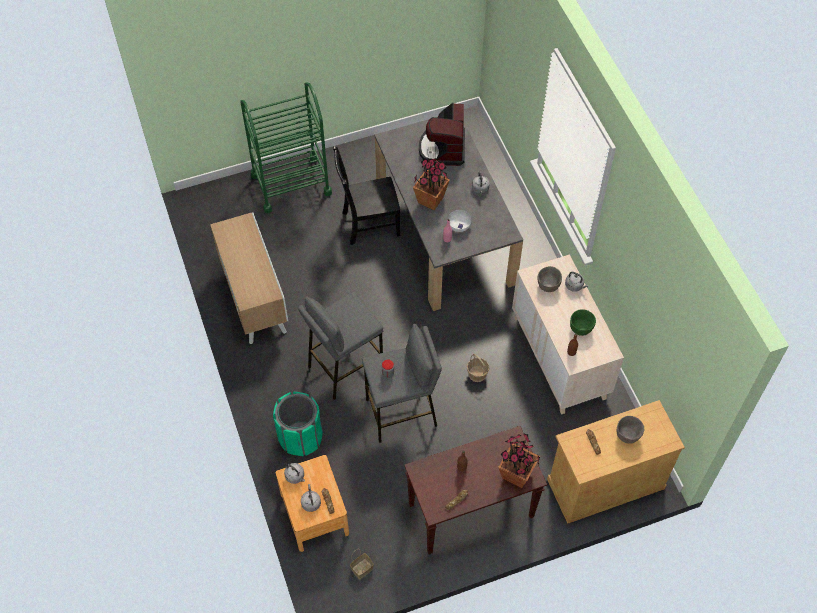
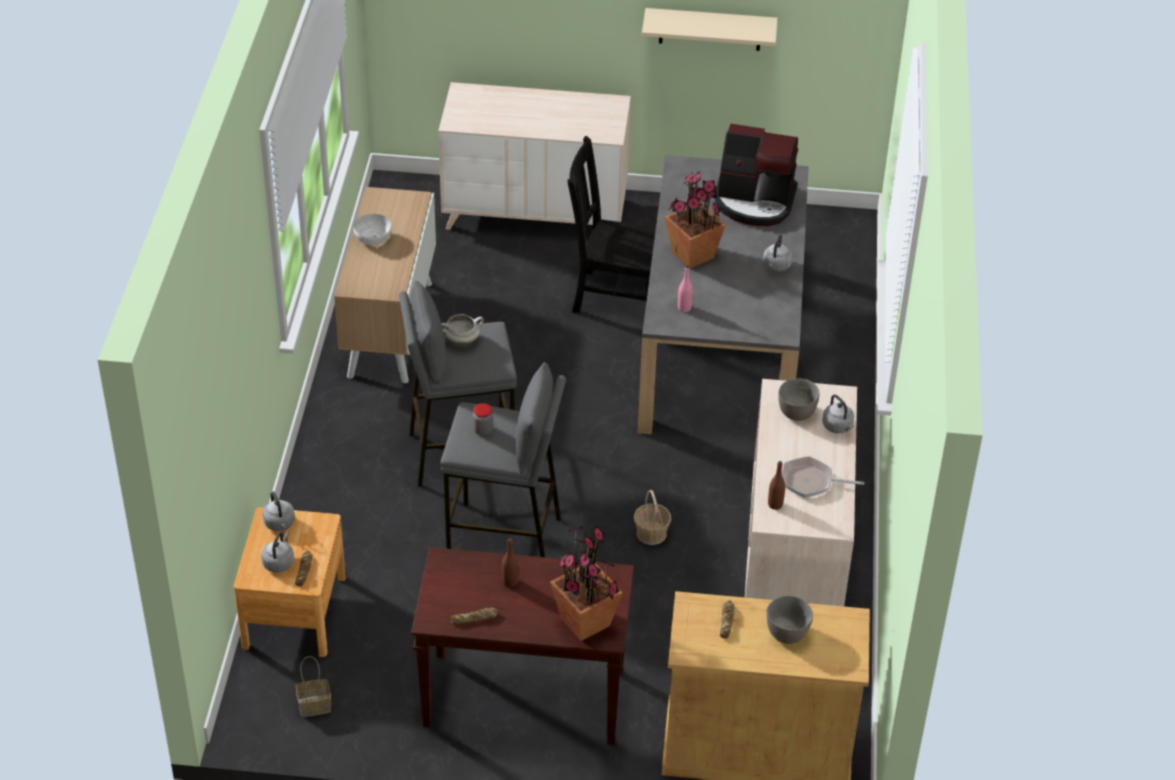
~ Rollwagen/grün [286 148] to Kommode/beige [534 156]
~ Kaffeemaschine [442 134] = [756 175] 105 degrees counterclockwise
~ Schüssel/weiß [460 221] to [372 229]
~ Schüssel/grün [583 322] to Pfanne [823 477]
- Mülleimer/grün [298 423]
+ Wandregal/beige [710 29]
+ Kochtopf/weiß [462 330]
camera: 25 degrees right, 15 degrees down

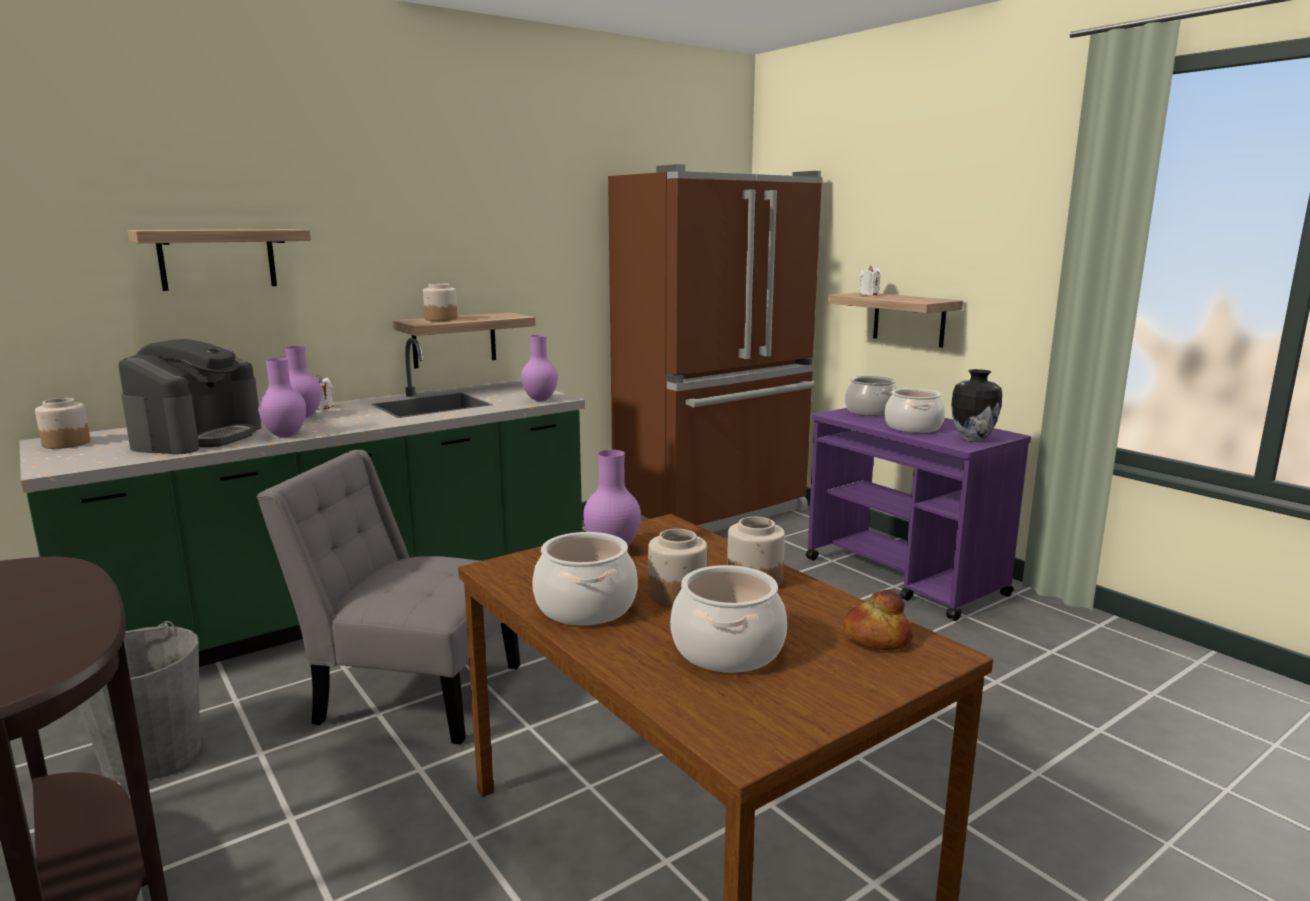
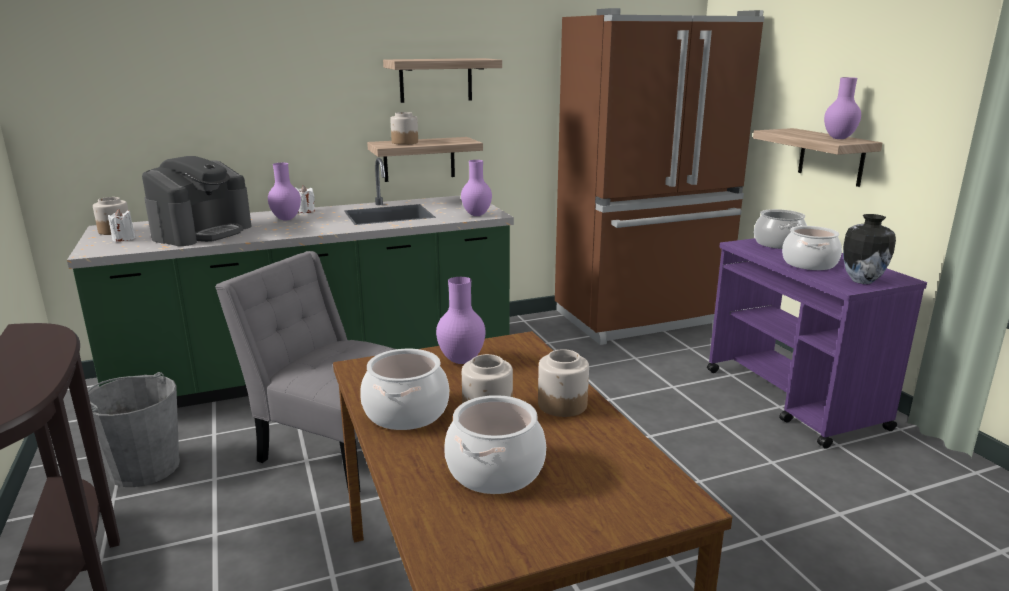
~ Wandregal [219 260] to [442 80]
~ Kerze/weiß [870 280] to [122 225]
~ Vase/lila [282 397] to [842 108]
- Brot [878 620]
camera: 15 degrees right, 5 degrees up

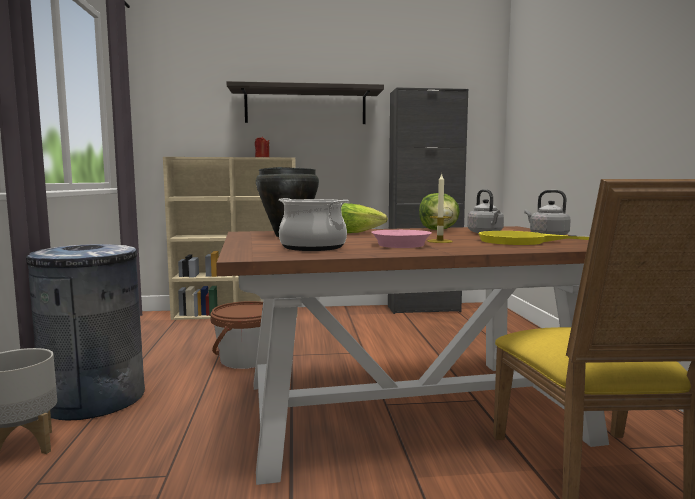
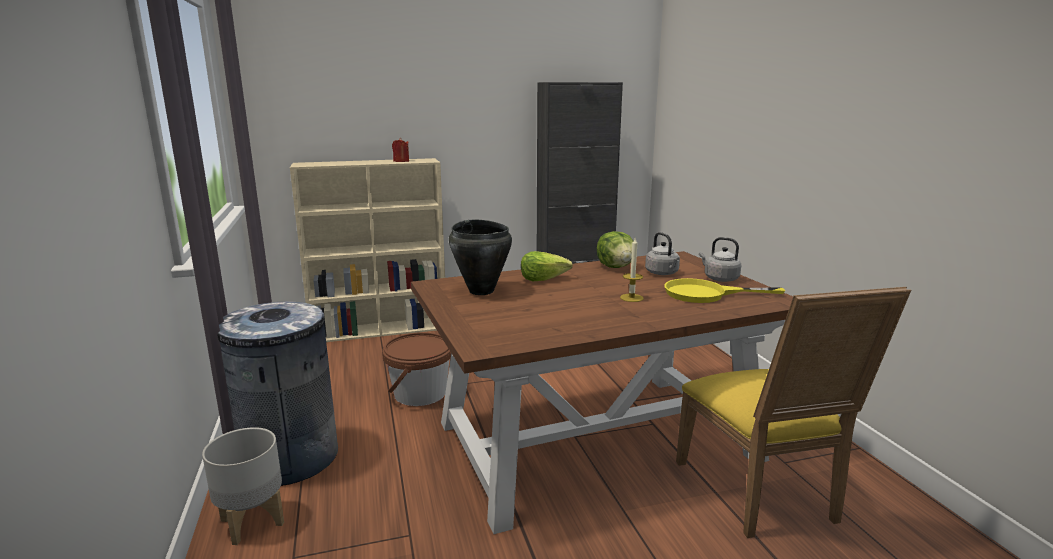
- Wandregal [305 102]
- Kochtopf [313 224]
- Pfanne/rosa [401 239]
camera: 10 degrees left, 10 degrees up

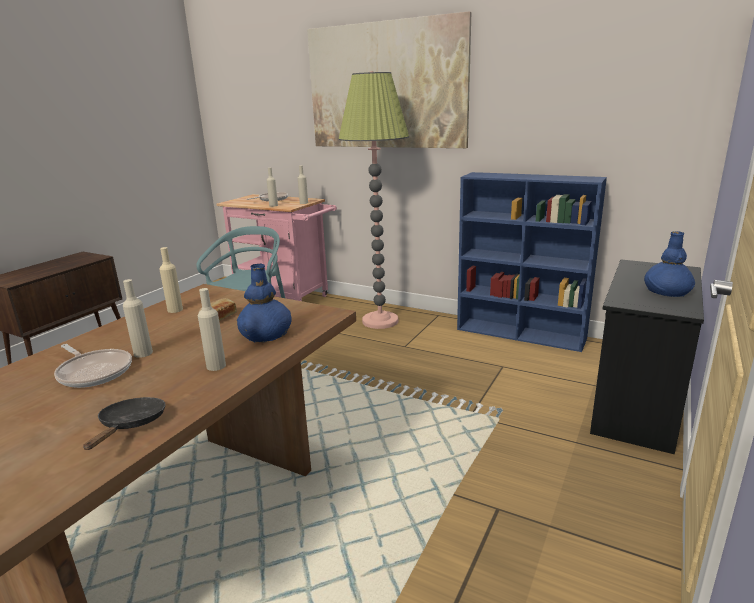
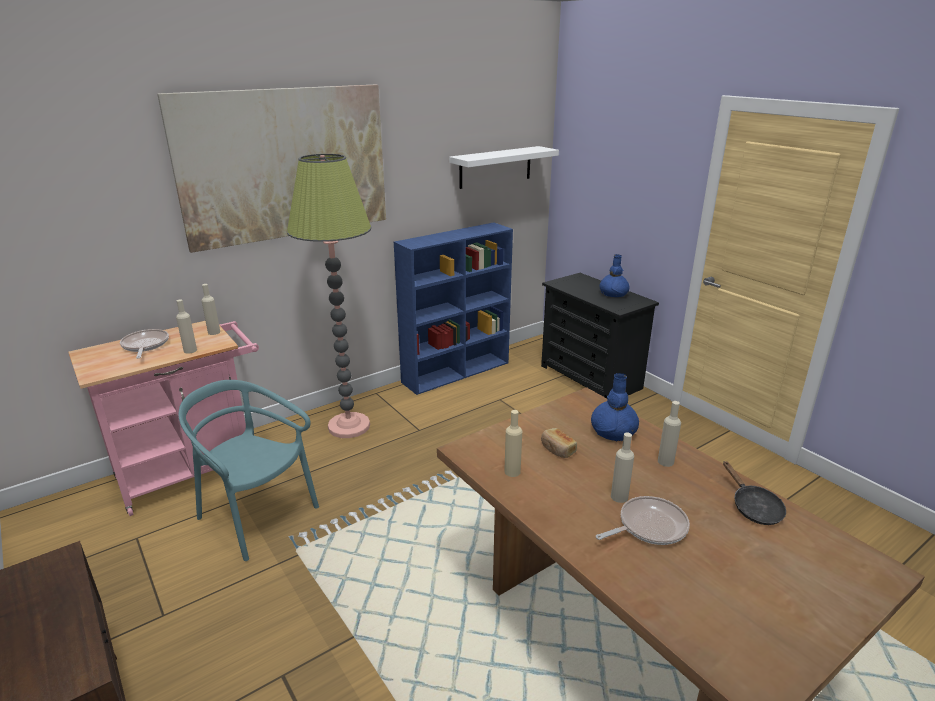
~ Pfanne/schwarz [124 423] = [754 493] 135 degrees counterclockwise
+ Wandregal/weiß [504 167]
camera: 65 degrees left, 5 degrees up

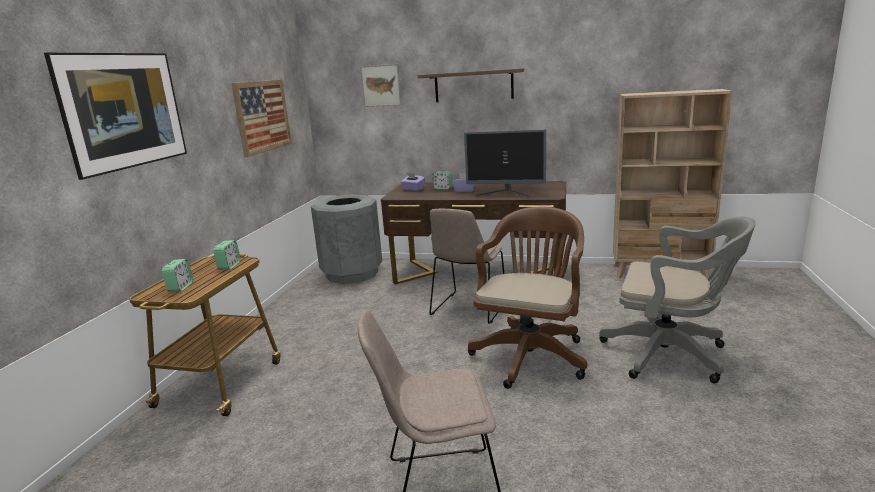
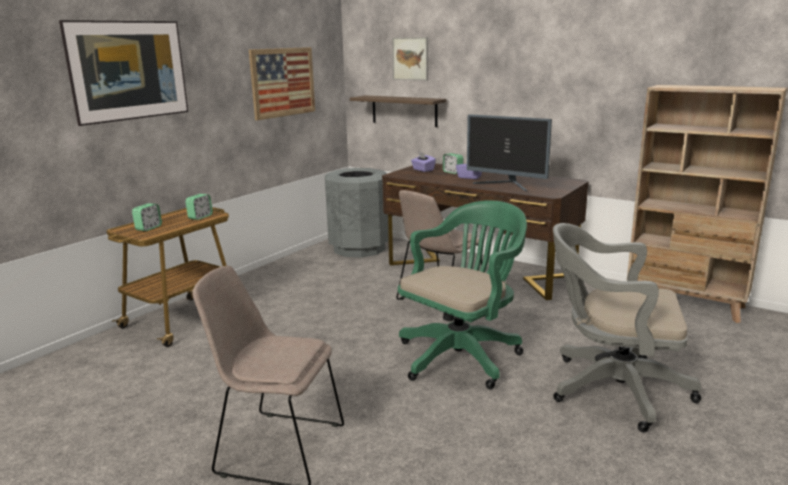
~ Wandregal [471 85] to [398 111]
~ Bürostuhl/braun [527 297] to Bürostuhl/grün [462 295]
~ Bürostuhl/grau [677 299] = [627 328] 150 degrees clockwise
camera: 20 degrees right, 0 degrees up

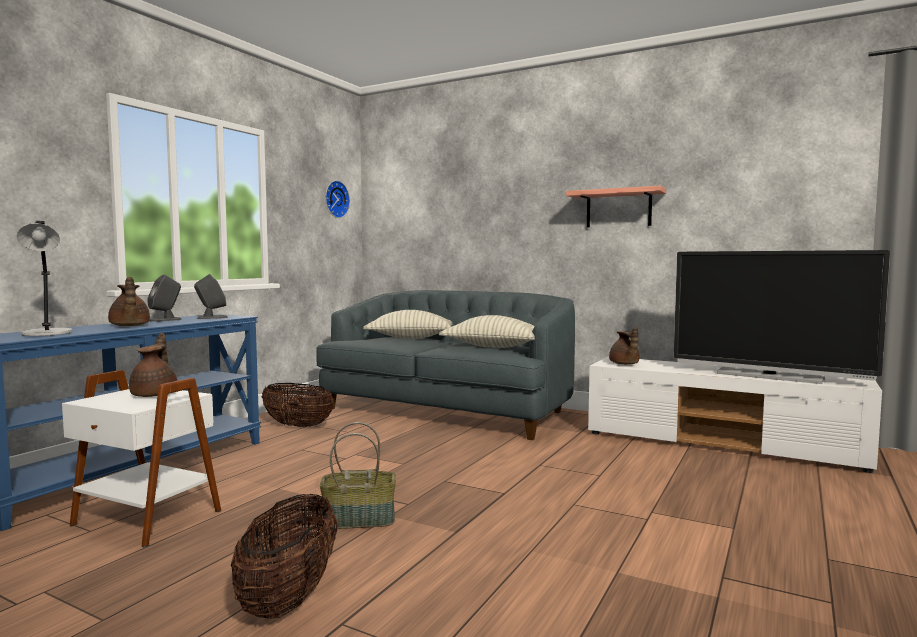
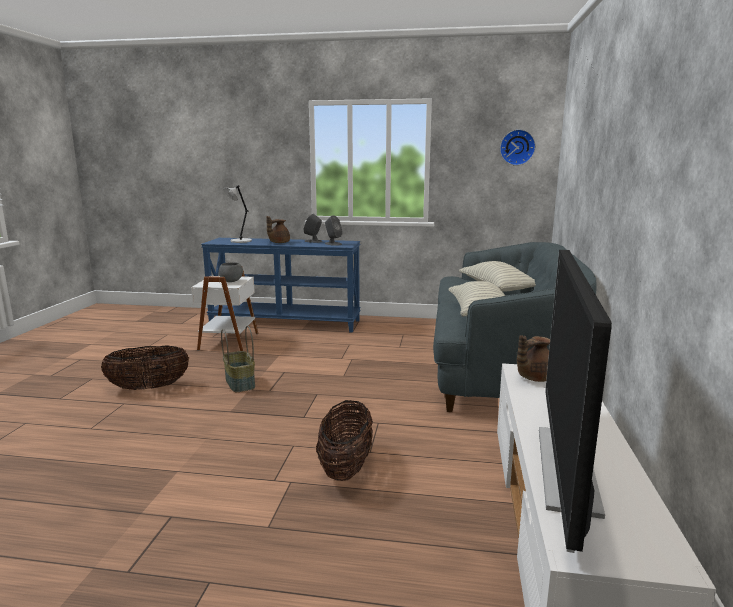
- Wandregal [616 206]
~ Teekanne/braun [153 365] to Schüssel/grau [231 272]
~ Korb [298 405] to [344 440]
camera: 70 degrees right, 10 degrees up

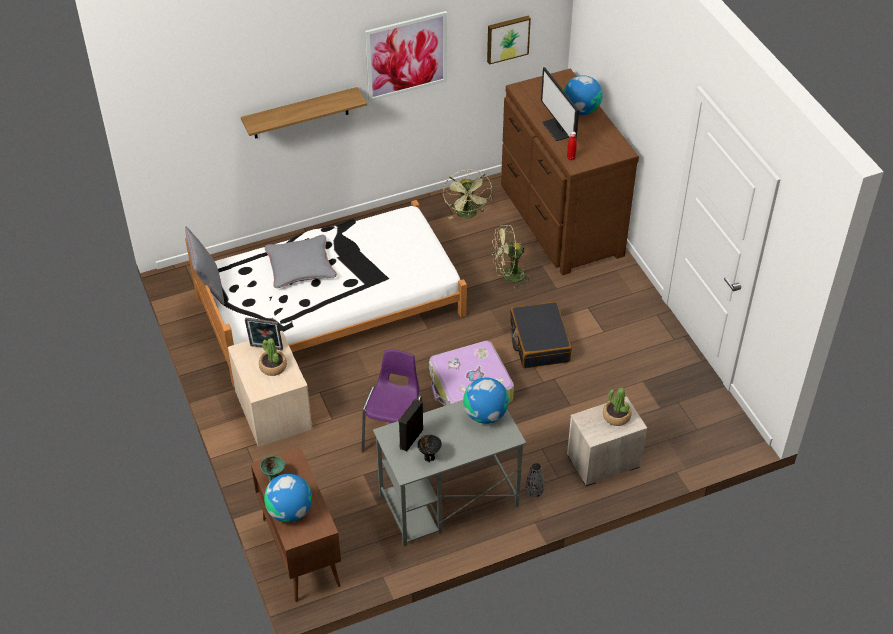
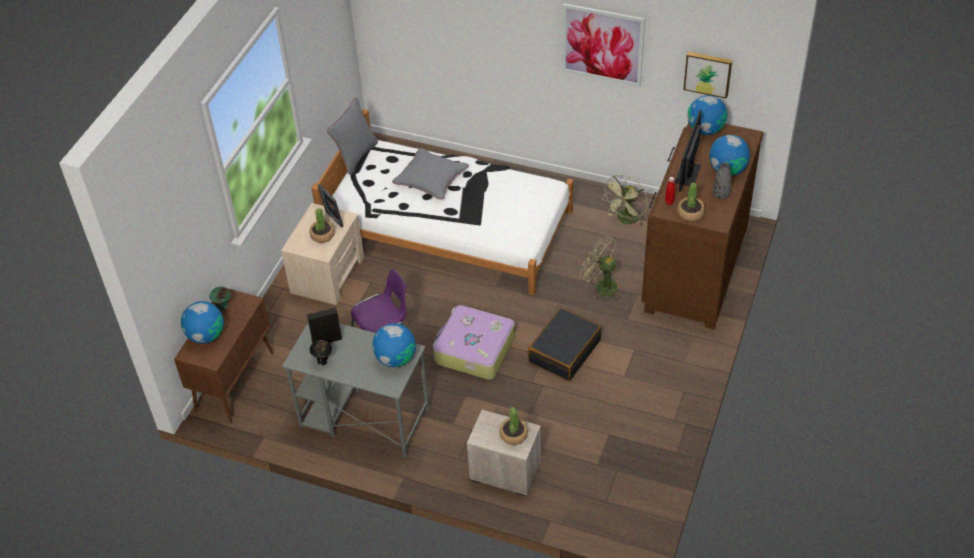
- Wandregal [304 113]
~ Vase/grau [535 480] to [722 180]
+ Globus [707 115]
+ Topfpflanze [691 202]
camera: 45 degrees right, 0 degrees up

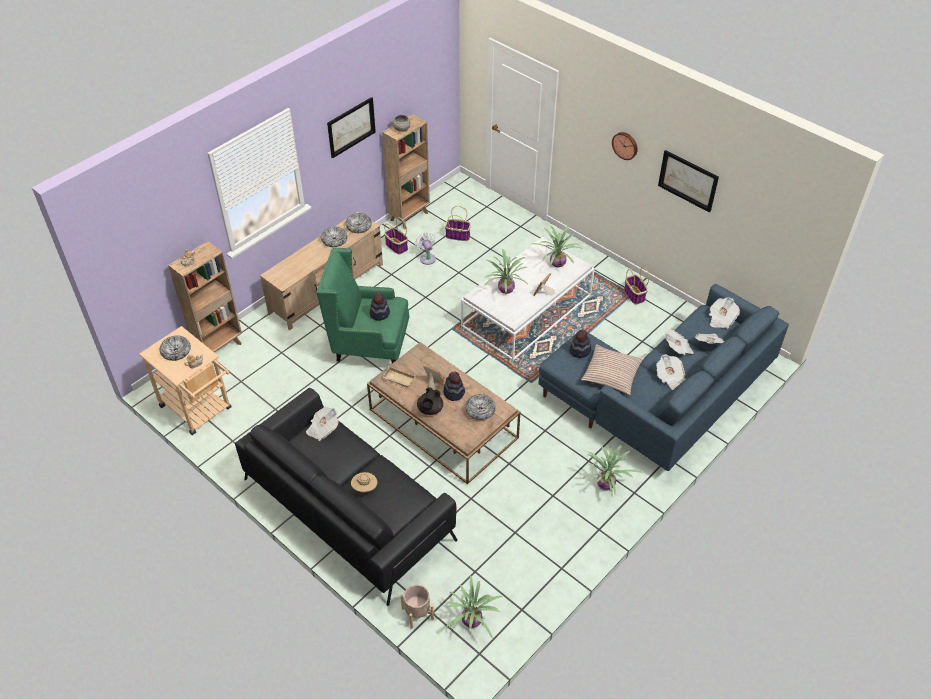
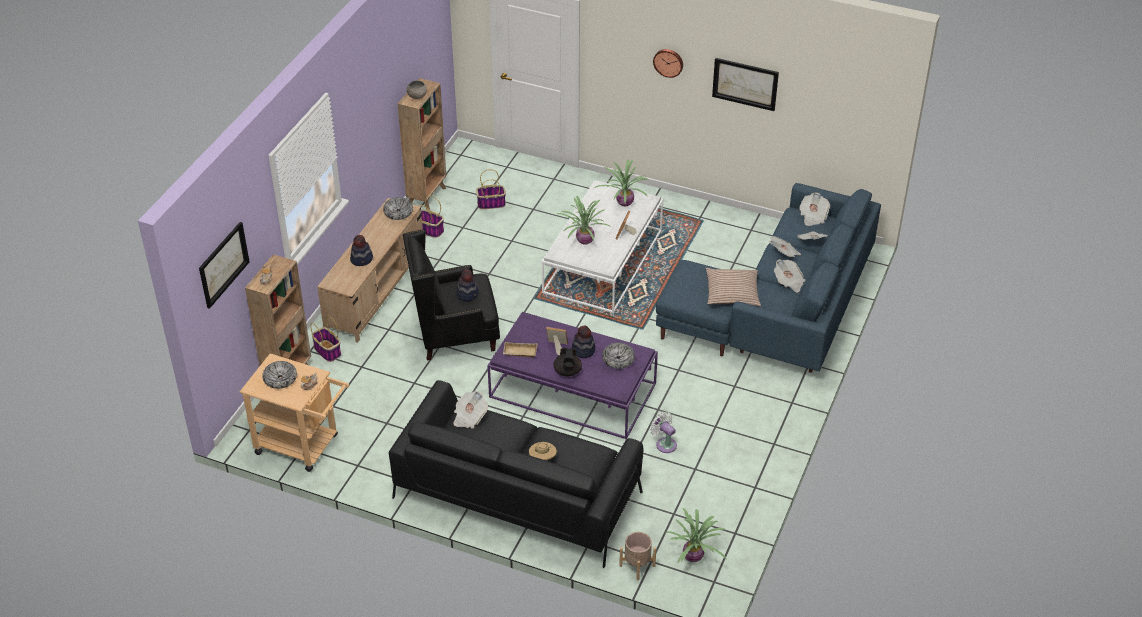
~ Bild [351 127] to [224 265]
- Schüssel [334 237]
~ Ventilator/weiß [425 248] to [663 432]
~ Sessel/grün [362 305] to Sessel/schwarz [451 295]
~ Korb [636 285] to [325 338]
~ Hut [580 344] to [361 250]
~ Couchtisch/braun [444 413] to Couchtisch/lila [572 375]
- Topfpflanze [613 471]
camera: 20 degrees left, 5 degrees down

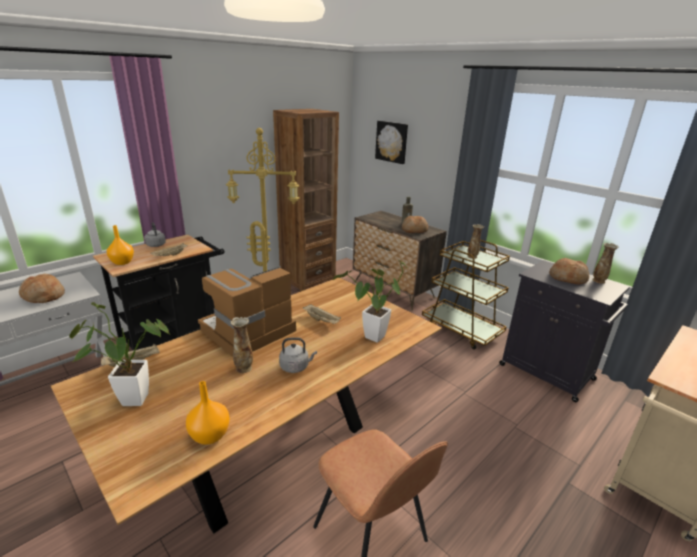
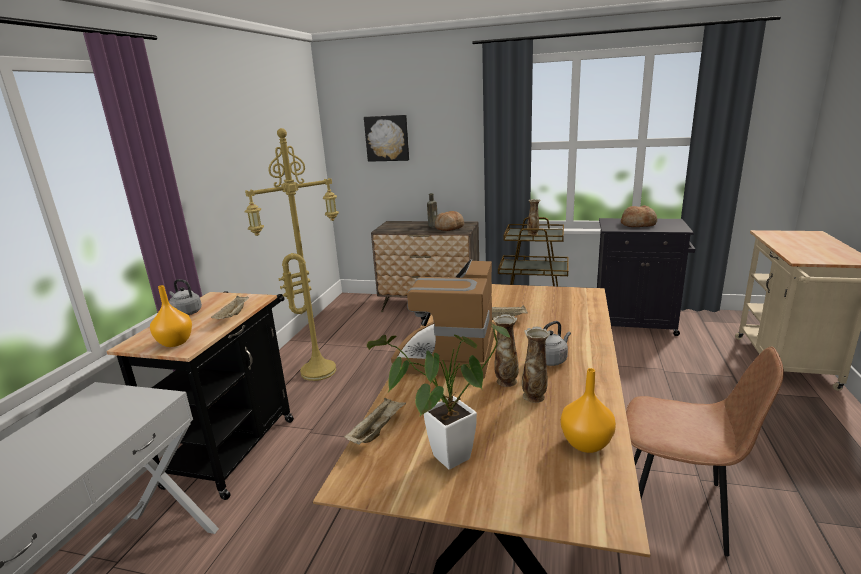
- Bücherregal/braun [306 200]
~ Vase [605 263] to [536 365]
- Topfpflanze [370 302]
- Brot [42 288]
camera: 30 degrees left, 5 degrees down

